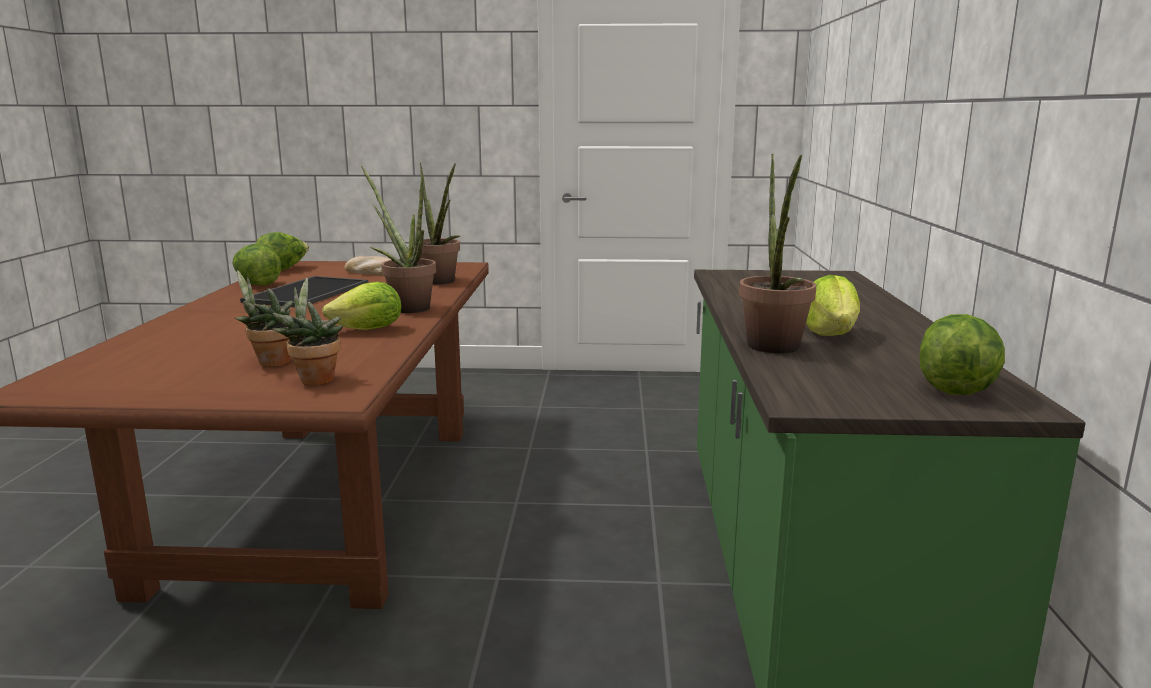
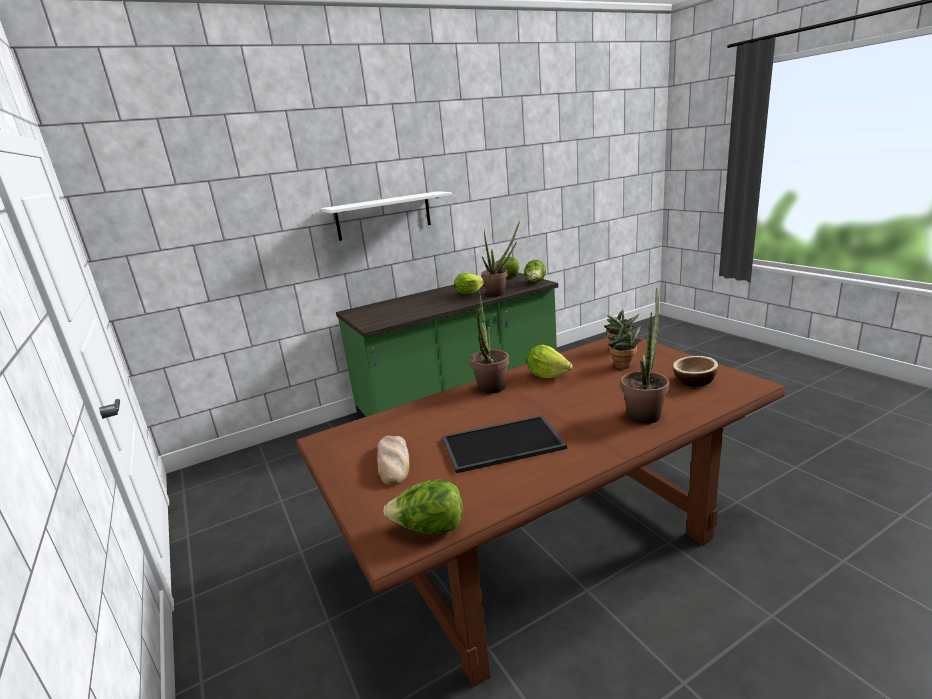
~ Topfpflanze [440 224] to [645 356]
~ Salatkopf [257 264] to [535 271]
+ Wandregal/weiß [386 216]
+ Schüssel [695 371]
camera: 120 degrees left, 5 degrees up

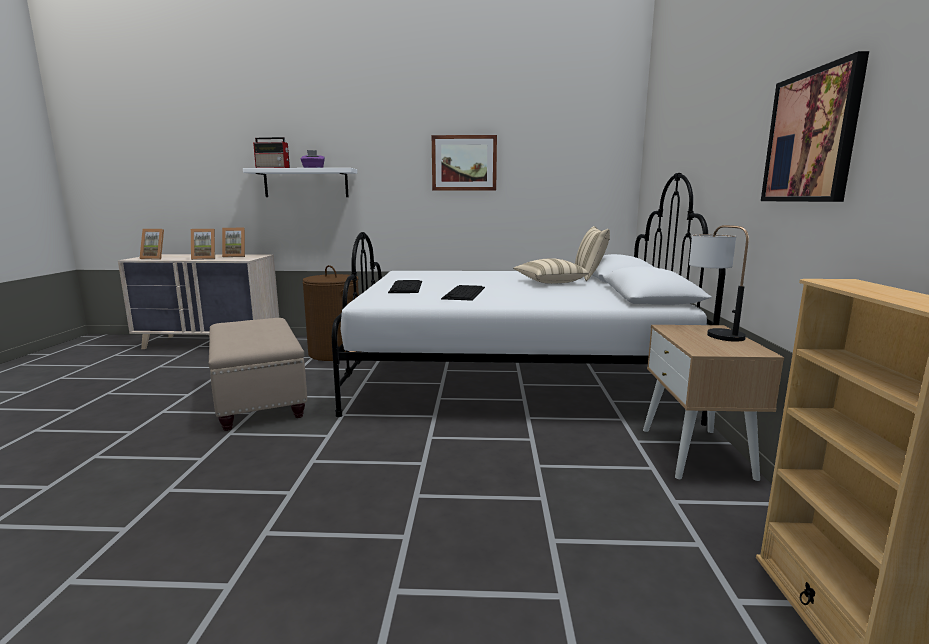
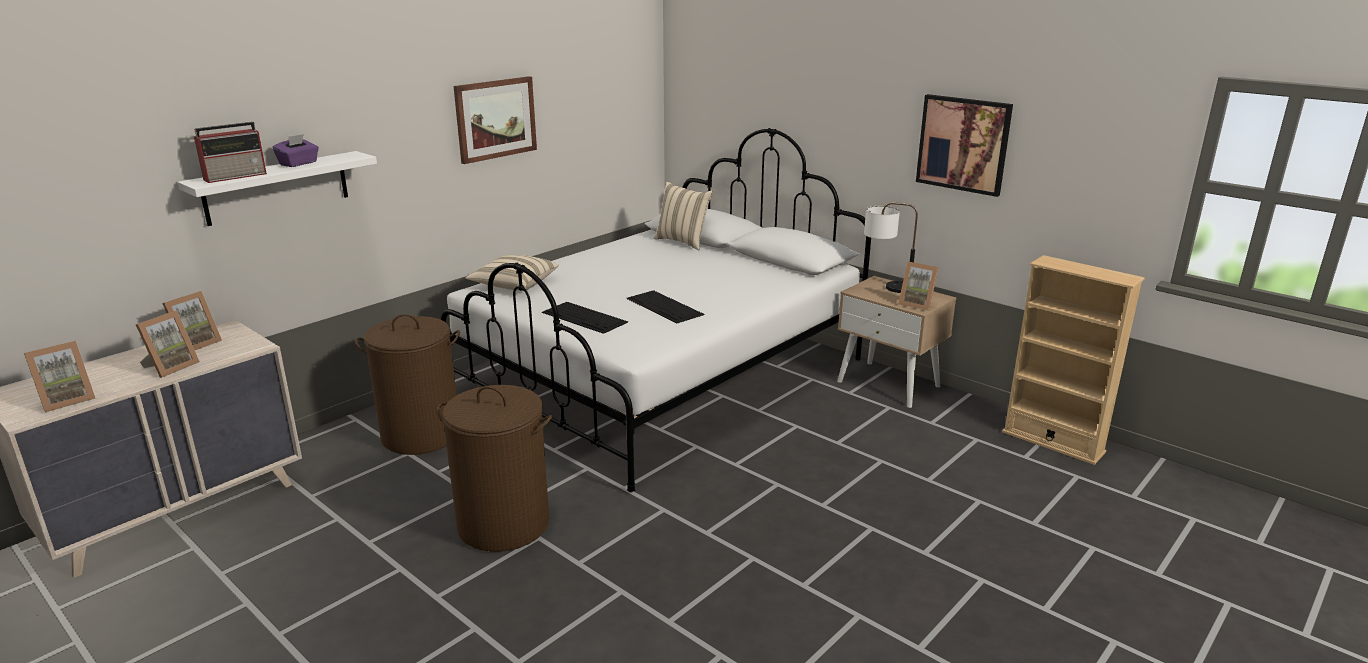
~ Kissen/beige [551 271] to [512 273]
~ Polsterhocker/beige [257 374] to Wäschekorb/braun [494 468]
+ Bilderrahmen [918 286]
camera: 50 degrees left, 10 degrees up

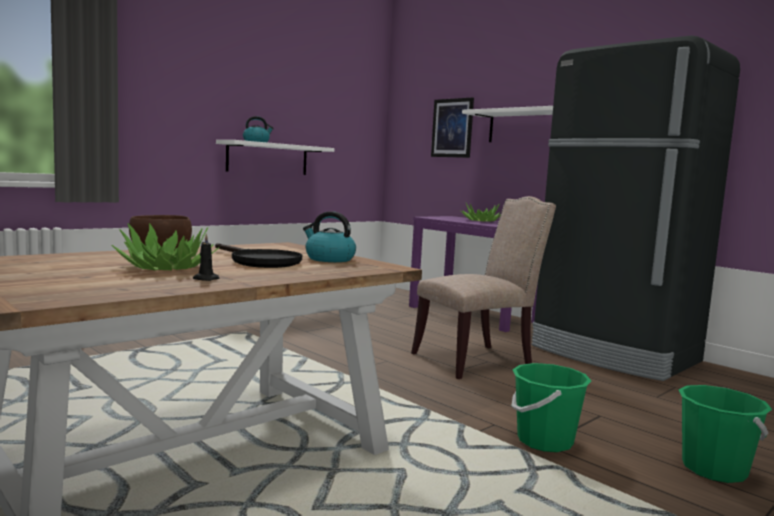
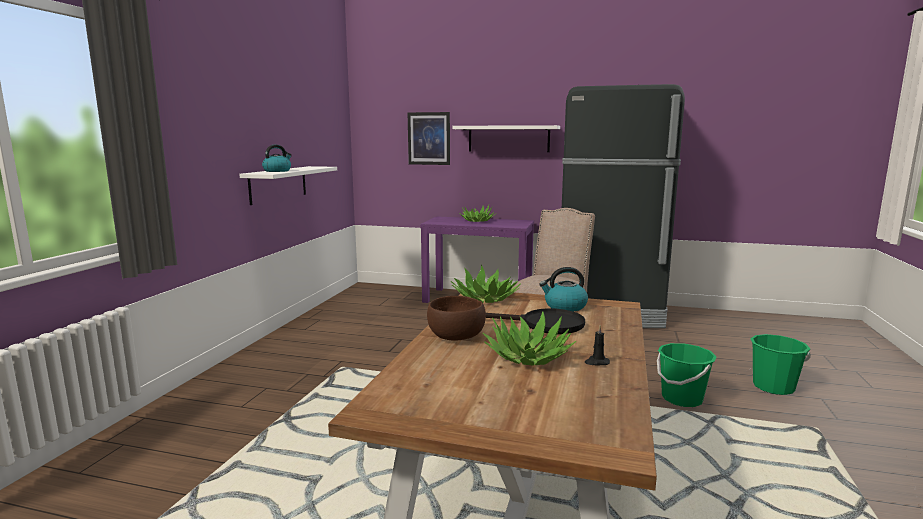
+ Topfpflanze [486 284]
camera: 30 degrees left, 5 degrees up

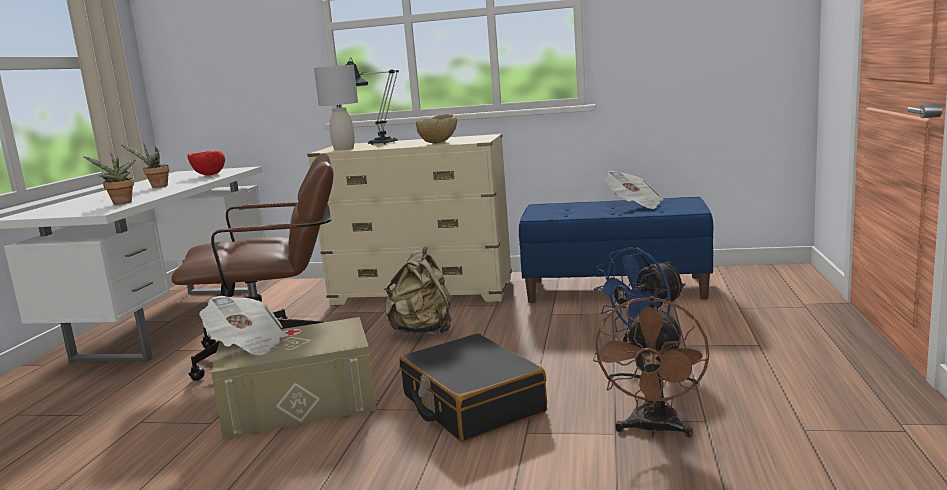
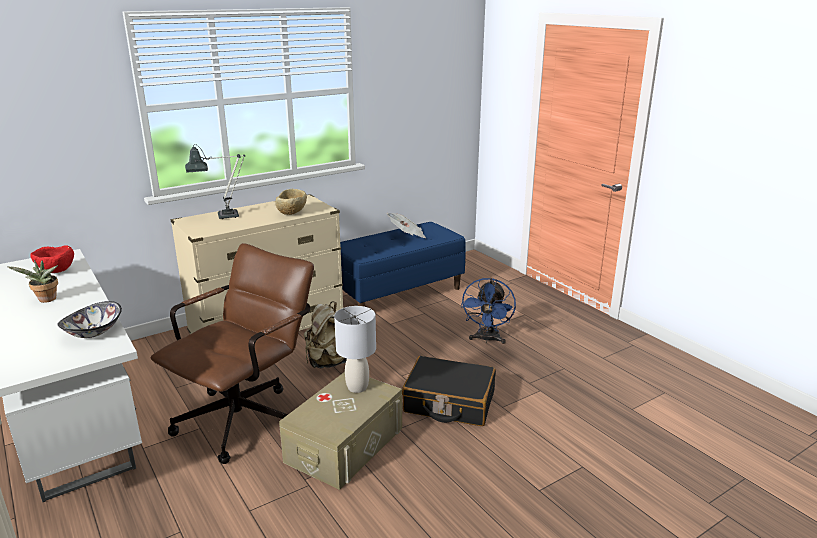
~ Tischlampe/grau [336 107] to [355 349]
~ Topfpflanze [110 179] to Schüssel [90 319]
- Zeitung [242 325]
- Ventilator/braun [651 367]
camera: 45 degrees left, 10 degrees up

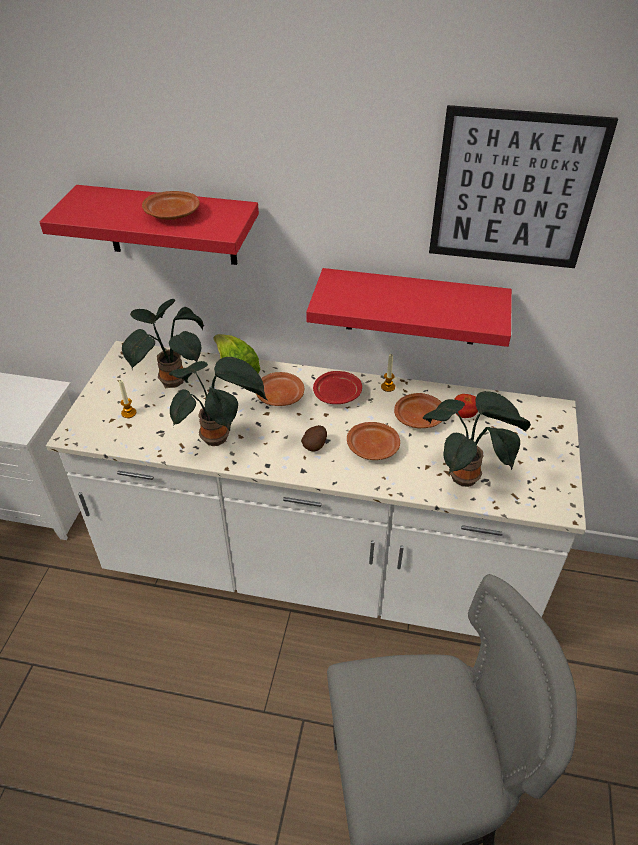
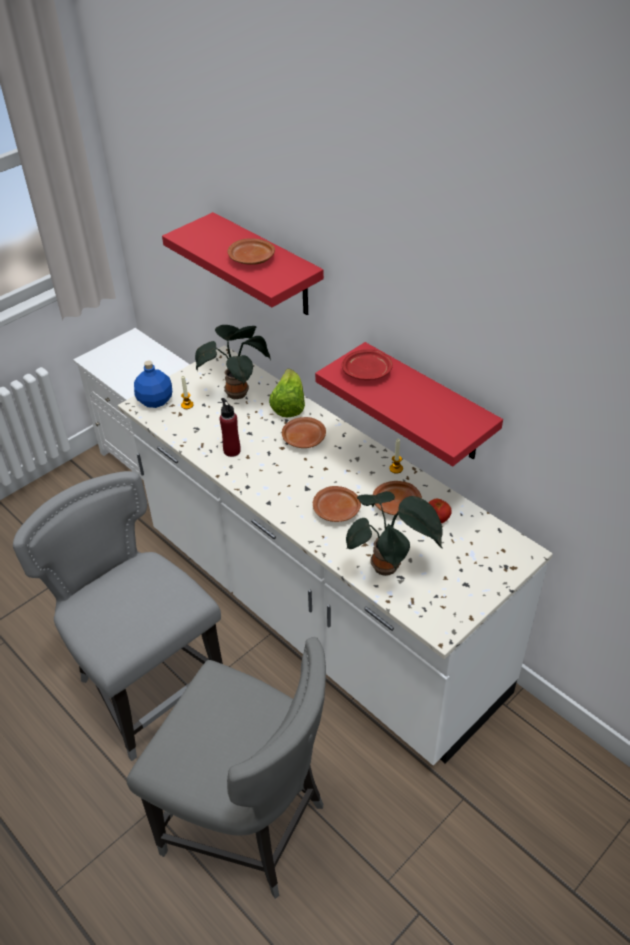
- Bild [523 186]
~ Topfpflanze [218 401] to Flasche/rot [230 427]
~ Teller/rot [337 387] to [367 364]
- Kartoffel [314 438]
+ Flasche/blau [153 384]
+ Stuhl/grau [118 616]
camera: 35 degrees right, 0 degrees up

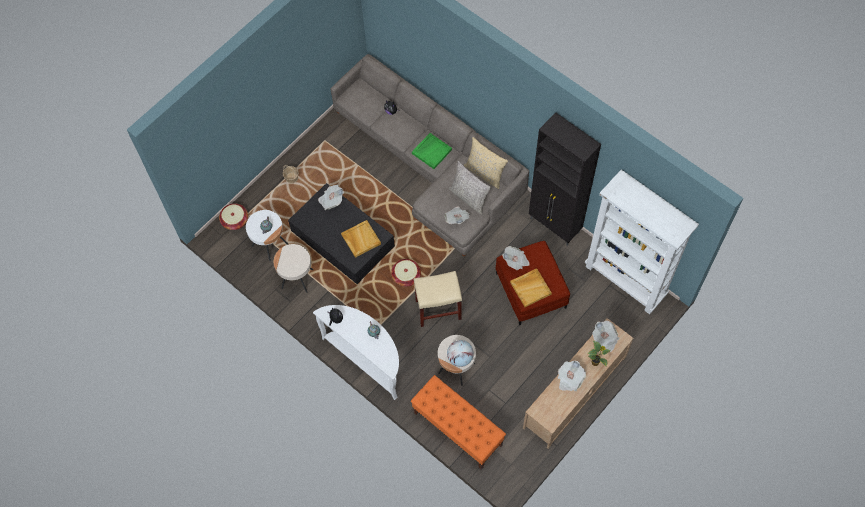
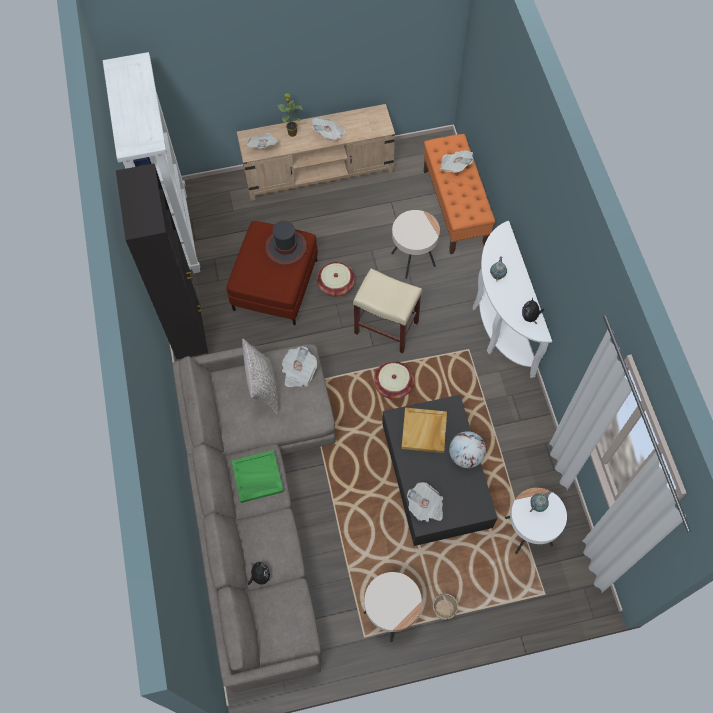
- Kissen/beige [486 163]
~ Korb [233 216] to [336 279]
~ Beistelltisch/beige [293 268] to [393 607]
~ Zeitung [516 258] to [456 161]
~ Tablett/beige [531 287] to Hut [286 243]
~ Globus [460 353] to [467 449]
camera: 145 degrees left, 0 degrees up

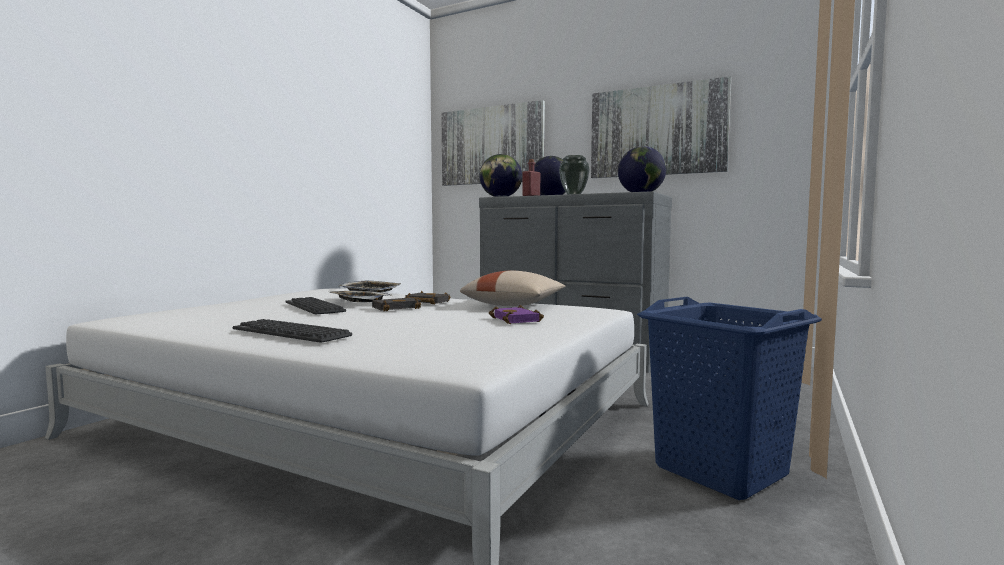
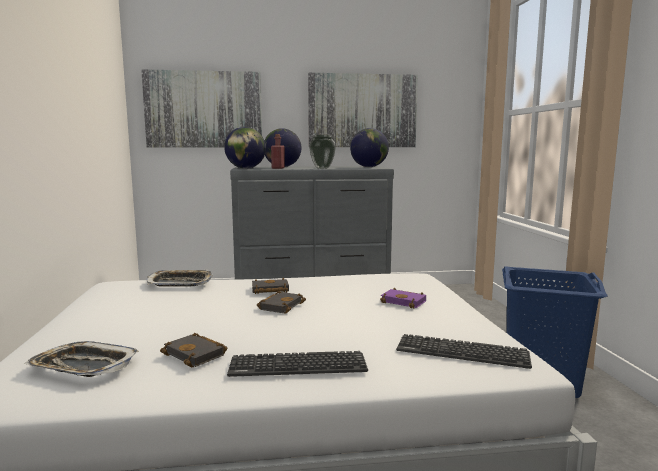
- Kissen/beige [512 288]
~ Tablett [360 296] to [82 359]
~ Tastatur [315 305] to [464 351]
+ Buch/schwarz [193 350]
camera: 35 degrees left, 5 degrees up

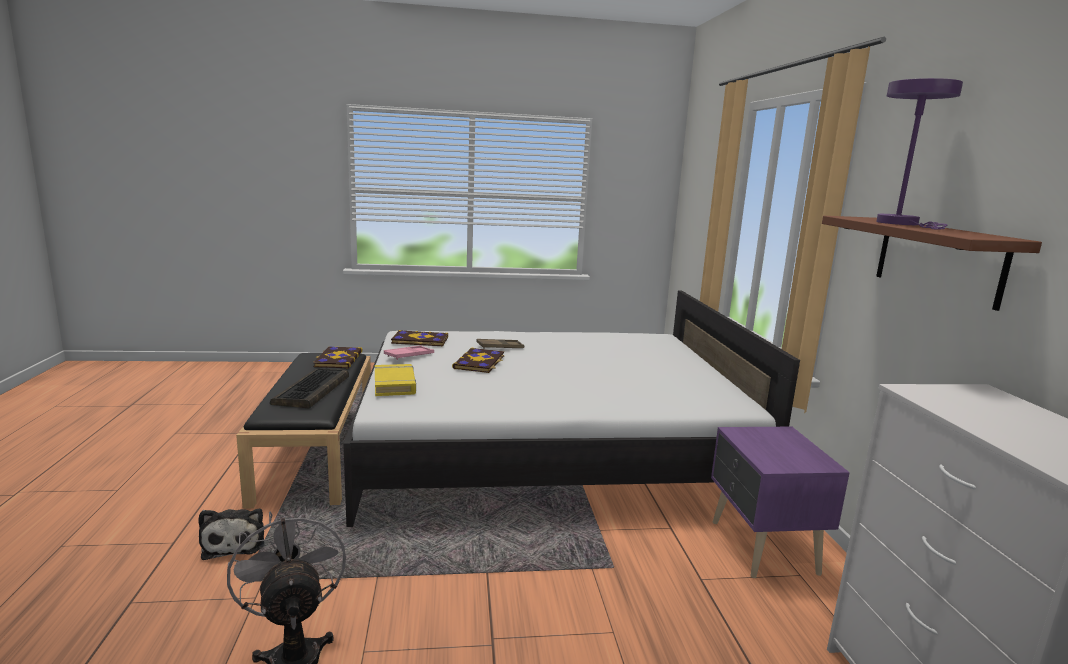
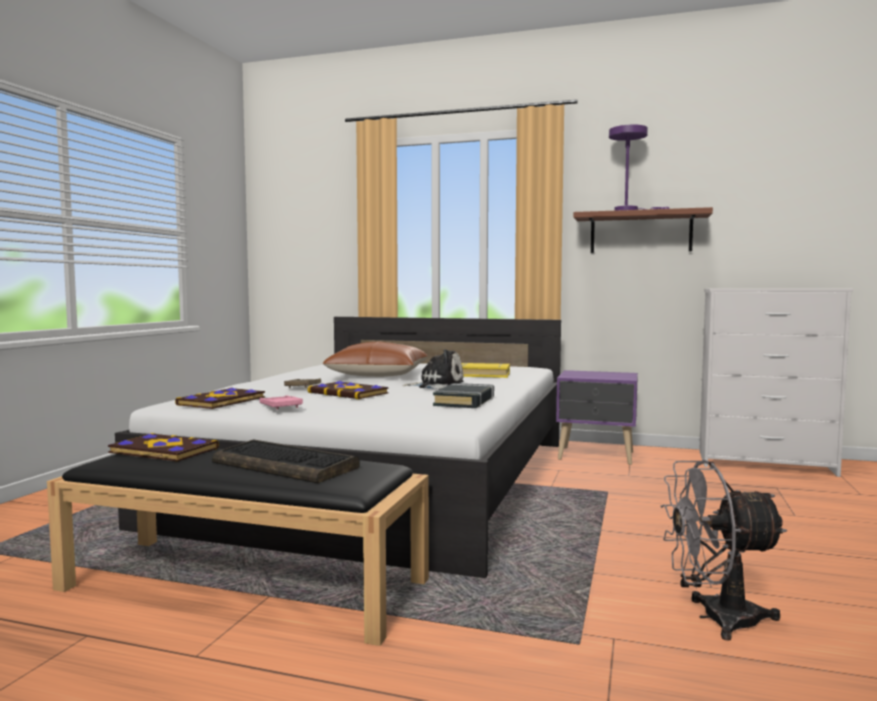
~ Buch/gelb [395 380] to [485 370]
~ Plüschtier [231 534] to [433 369]
+ Kissen/braun [375 359]
+ Buch/schwarz [463 395]
camera: 65 degrees left, 10 degrees down

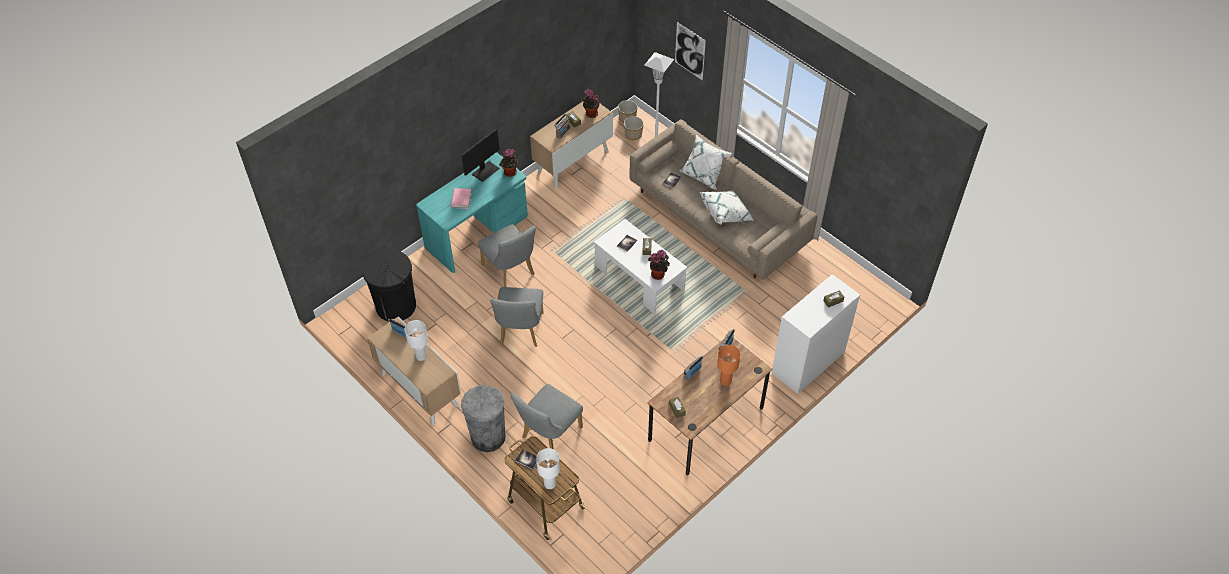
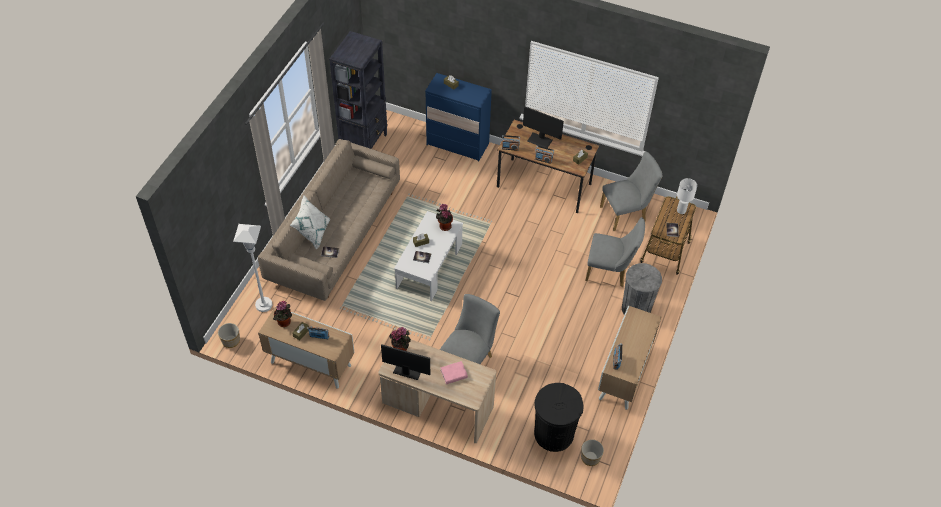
- Bild [690 51]
~ Pflanzkübel [634 128] to [592 452]
~ Schreibtisch/türkis [472 212] to Schreibtisch/beige [437 391]
- Kissen/weiß [727 207]
~ Kommode/weiß [816 334] to Kommode/blau [458 117]
~ Stuhl/grau [516 317] to [631 191]
- Tischlampe/weiß [416 340]
~ Tischlampe/orange [728 365] to Monitor [543 127]
+ Bücherregal/schwarz [358 90]
camera: 115 degrees left, 0 degrees up

